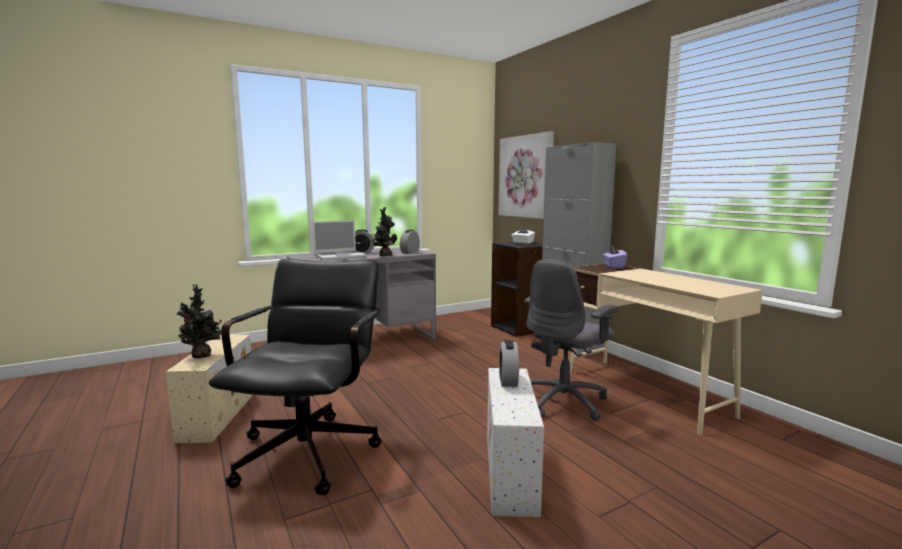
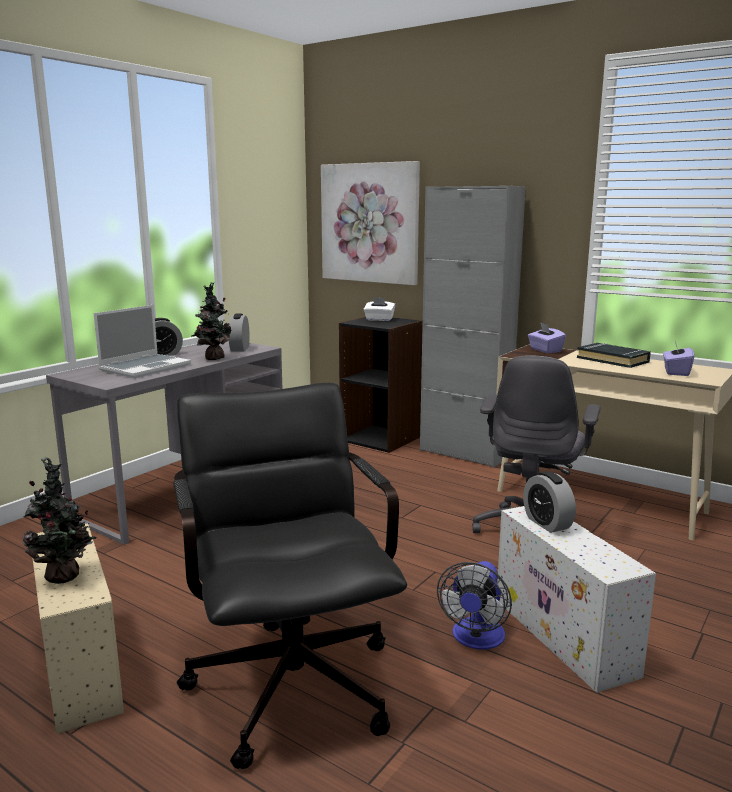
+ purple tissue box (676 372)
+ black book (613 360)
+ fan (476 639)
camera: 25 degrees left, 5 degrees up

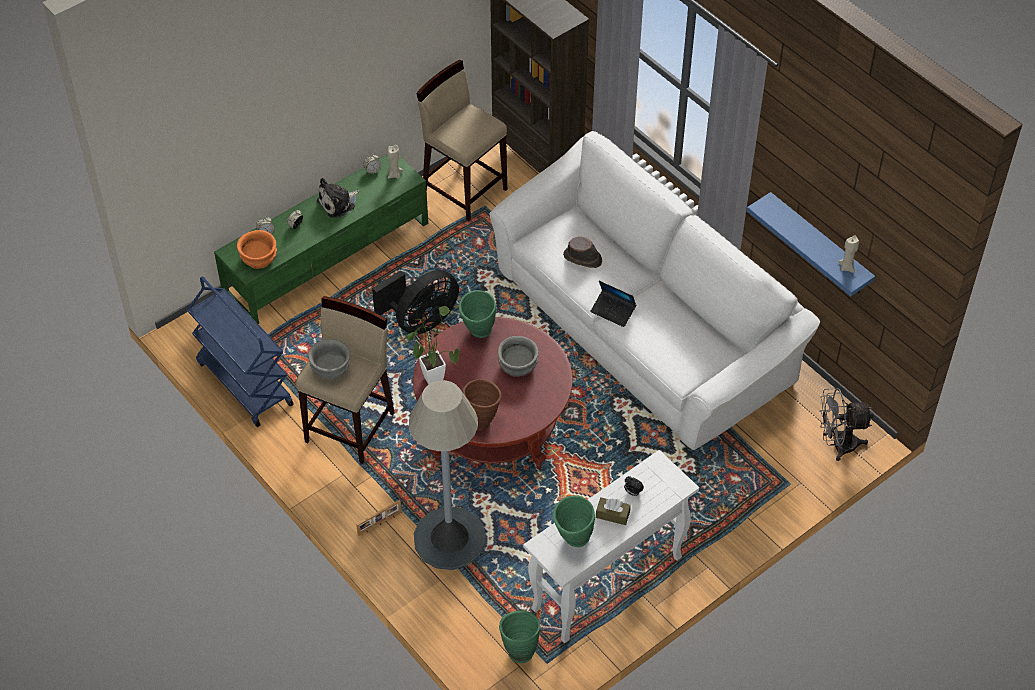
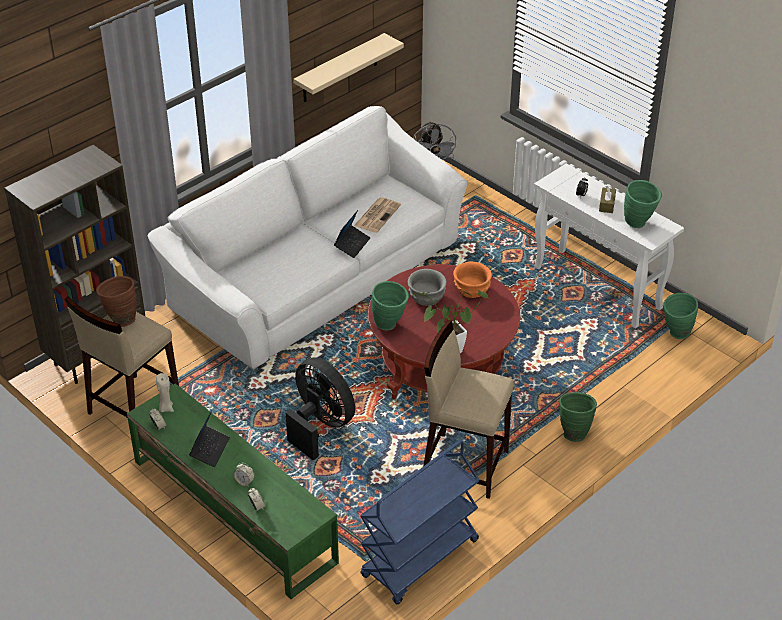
~ plush toy (338 203) to laptop (210 449)
~ blue shelf (819 245) to beige shelf (340 69)
~ orange bowl (259 258) to (471 289)
- beige candle (847 267)
- brown hat (583 258)
- grey bowl (330 368)
~ brown vase (482 419) to (120 319)
- grey floor lamp (449 539)
~ picture frame (380 524) to green vase (573 432)
+ newspaper (377 215)
camera: 95 degrees left, 10 degrees down

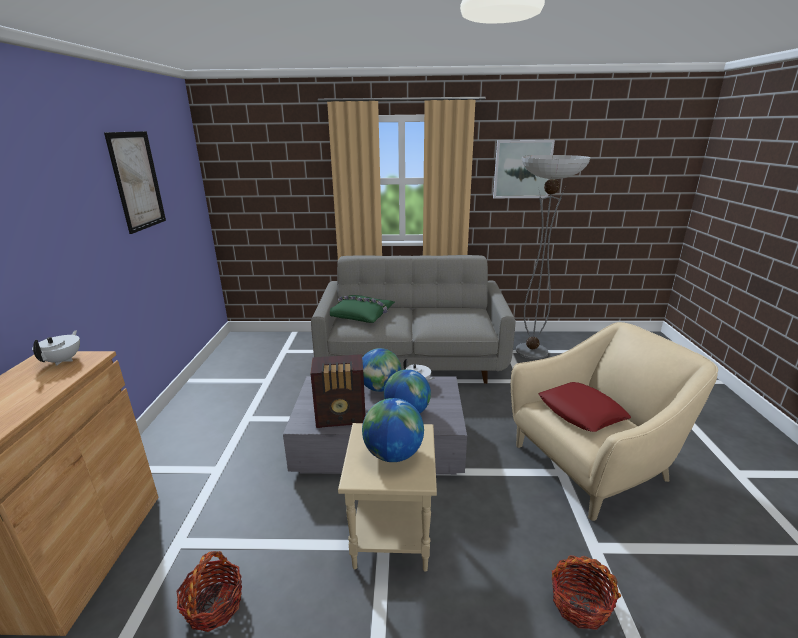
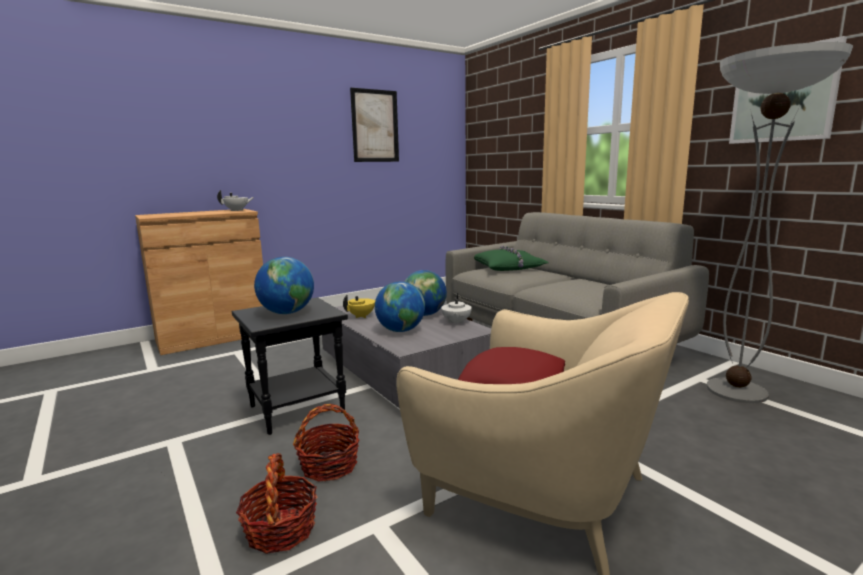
~ radio (342 417) to yellow teapot (362 316)
~ beige side table (390 535) to black side table (297 408)
~ basket (214 605) to (329 465)
camera: 55 degrees right, 10 degrees down

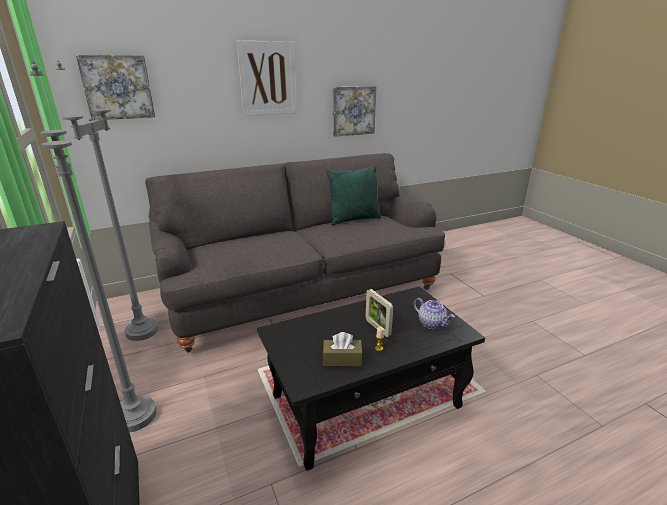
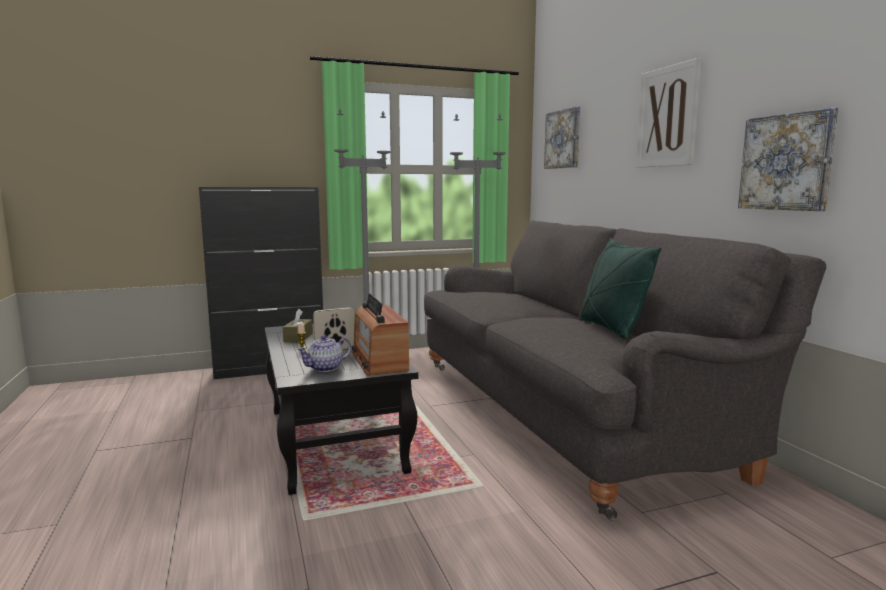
+ radio (379 361)
camera: 95 degrees right, 15 degrees down

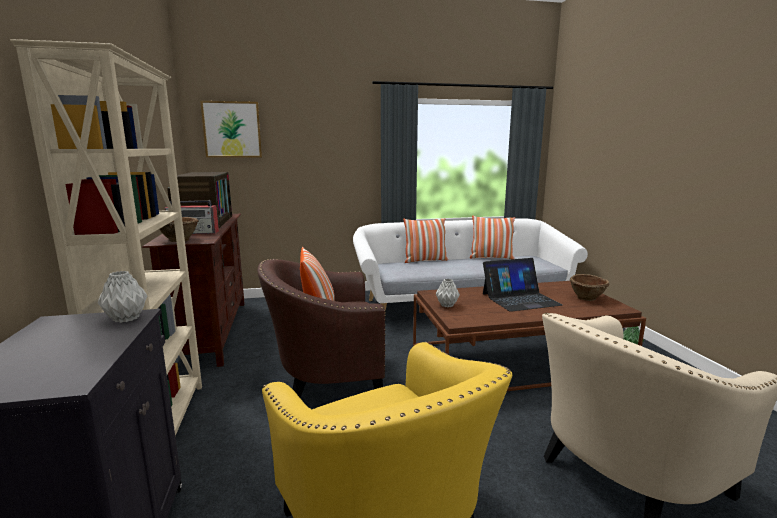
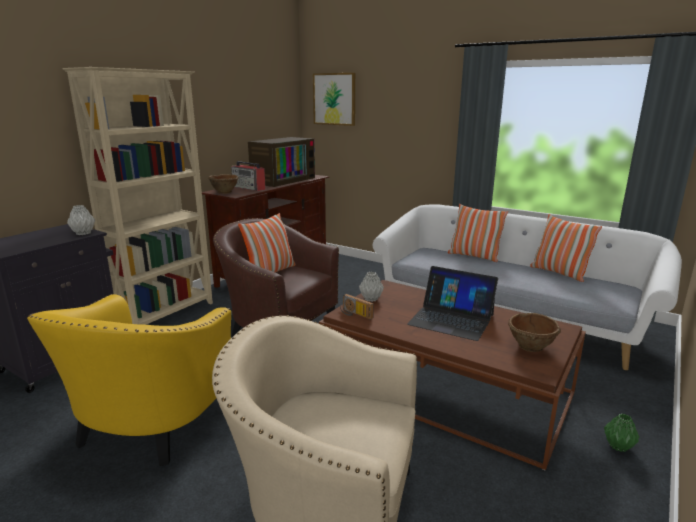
+ radio (354 314)
camera: 45 degrees right, 5 degrees up

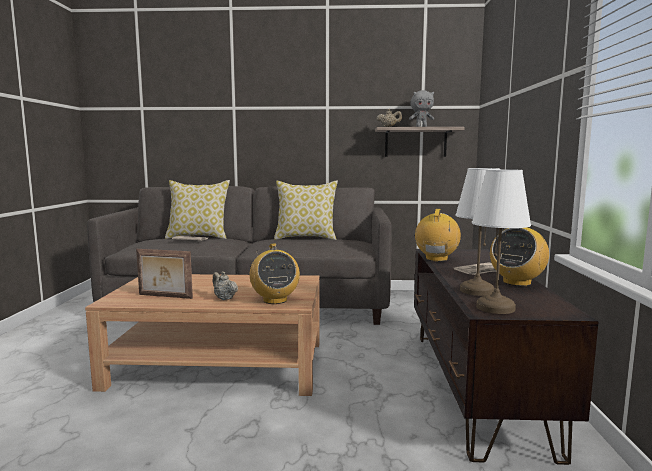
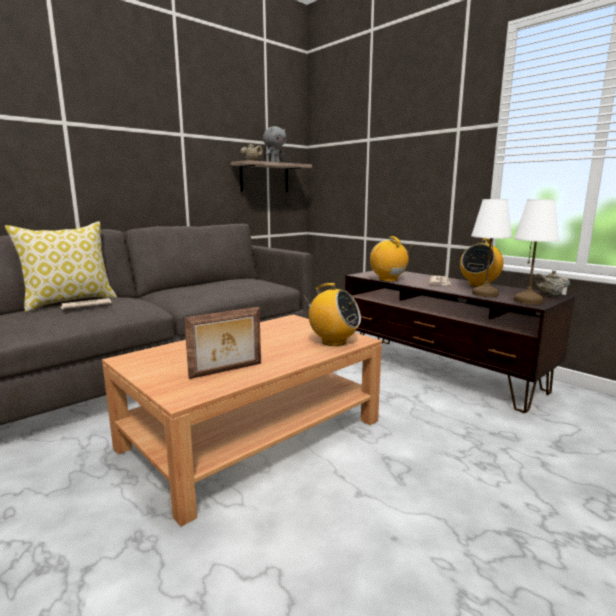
- pillow (306 238)
~ radio (516 282) = (479 285) 45 degrees clockwise
~ beige teapot (224 298) to (549 295)
camera: 45 degrees left, 5 degrees up

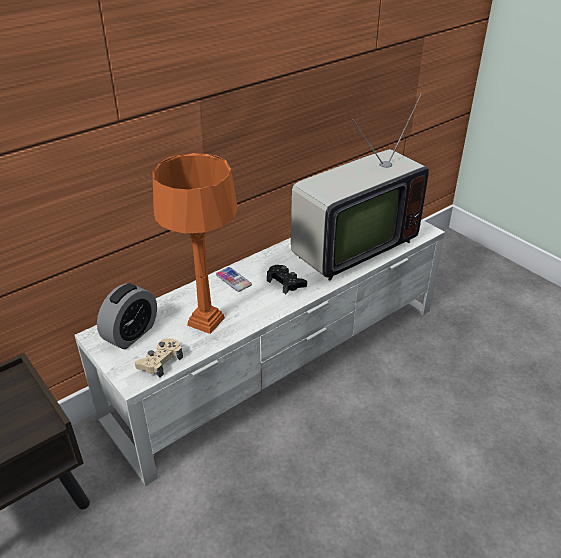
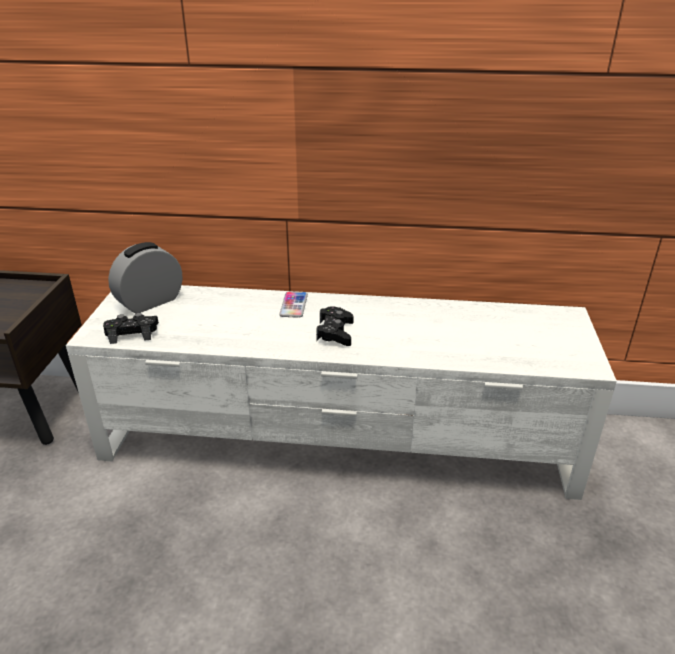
- television (349 247)
- orange table lamp (206 321)
~ alarm clock (131 334) = (150 302) 150 degrees clockwise
~ beige game controller (160 361) to black game controller (132 333)
camera: 45 degrees right, 5 degrees down

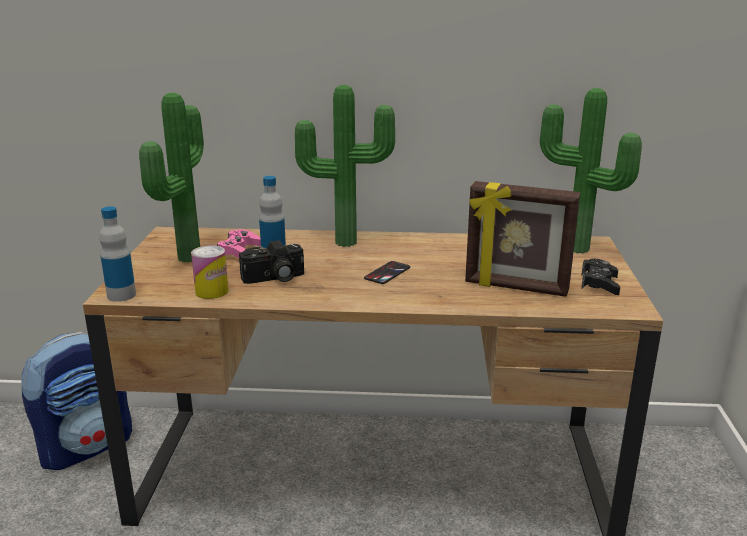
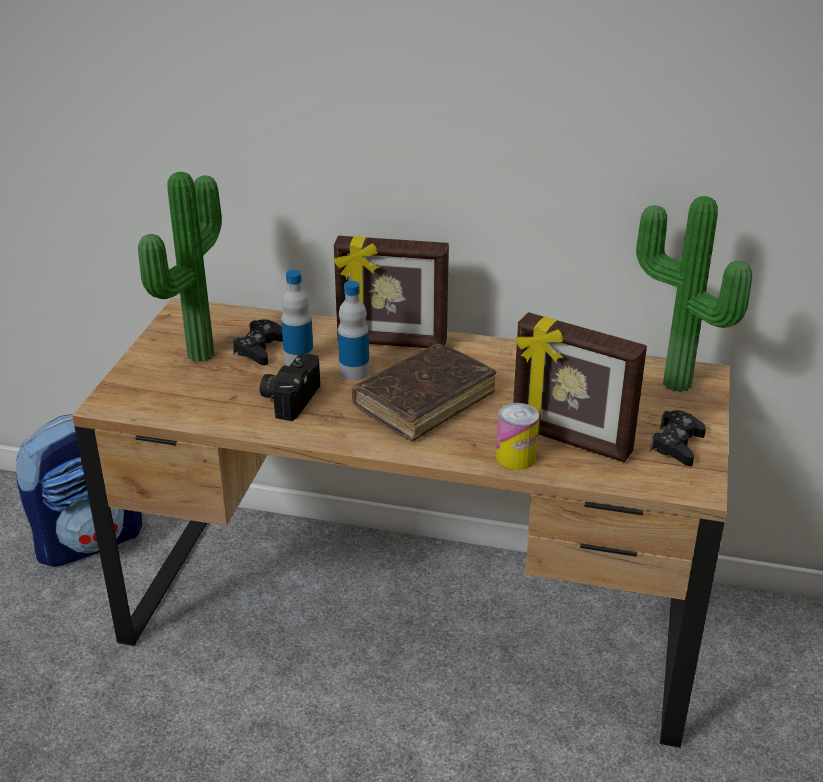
~ potted plant (346 241) to picture frame (392 343)
~ bottle (121 295) to (354 372)
~ pink game controller (239 251) to black game controller (260 349)
~ photo camera (274 279) = (290 398) 120 degrees clockwise
~ can (212 291) to (515 457)
~ phone (387 273) to brown book (424 402)
camera: 10 degrees right, 10 degrees up

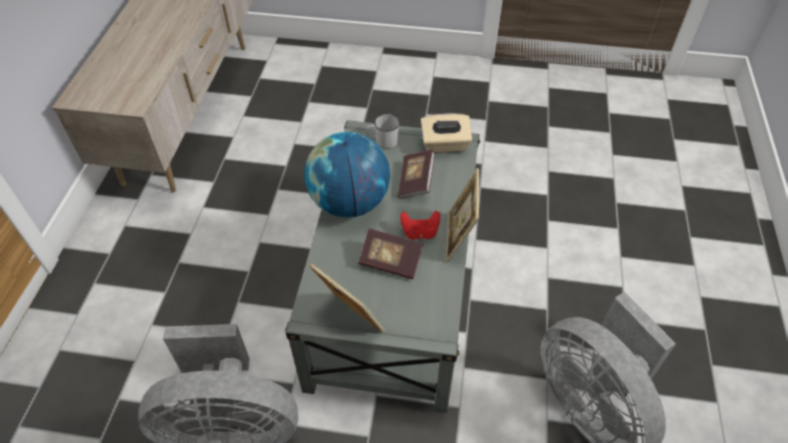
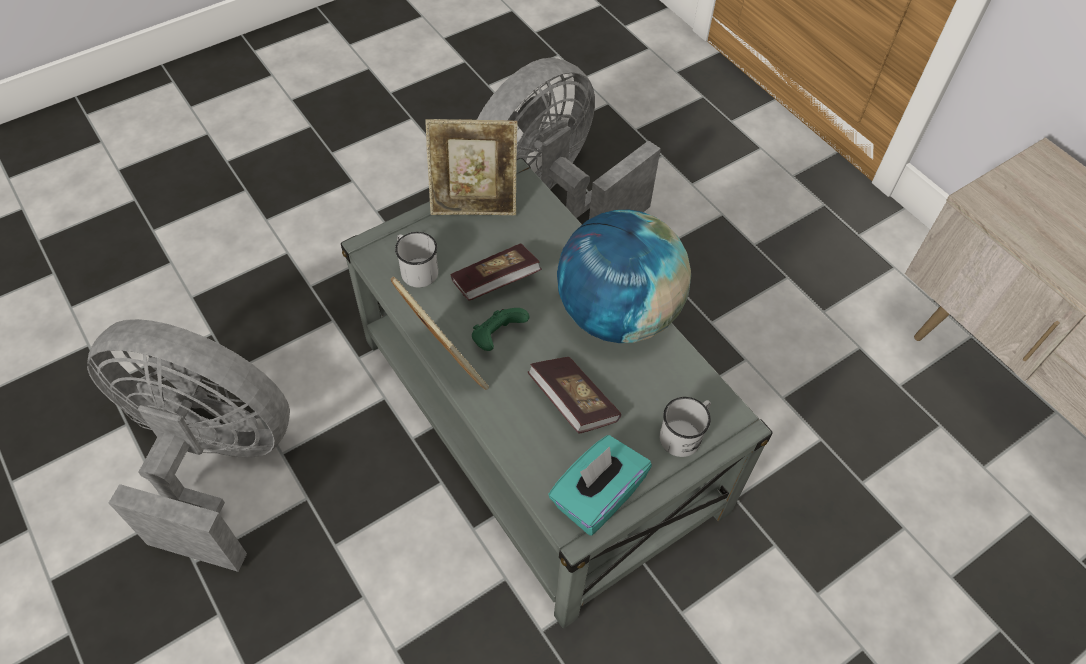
~ beige tissue box (445 145) to turquoise tissue box (596 496)
~ red game controller (420 233) to green game controller (497 338)
+ white mug (416 269)
camera: 135 degrees right, 5 degrees up

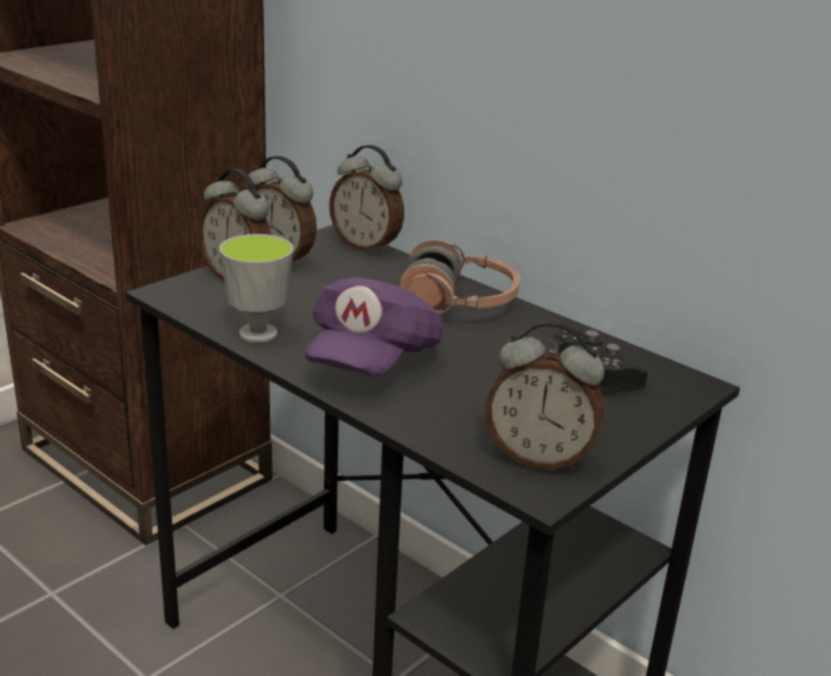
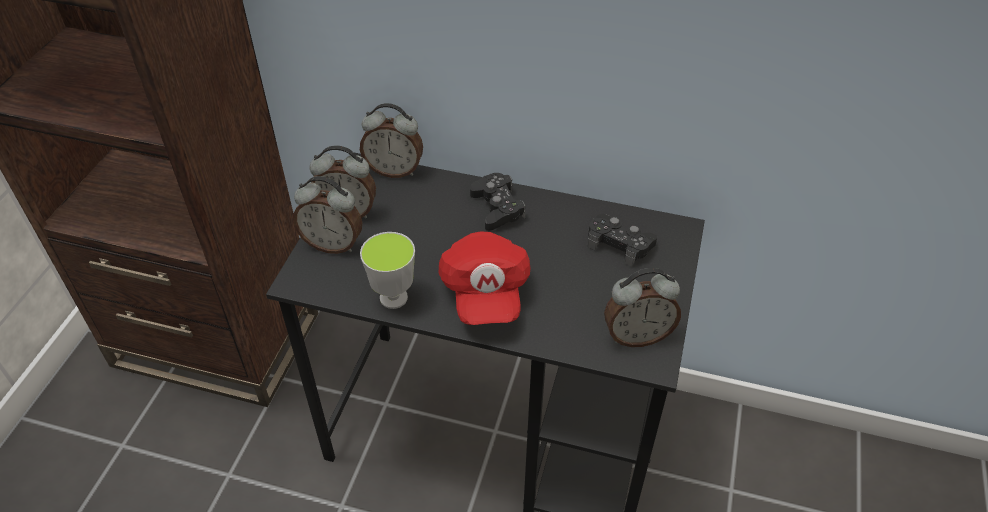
~ headphones (459 302) to black game controller (497 207)
~ purple cap (372 361) to red cap (485 292)
camera: 25 degrees left, 20 degrees up

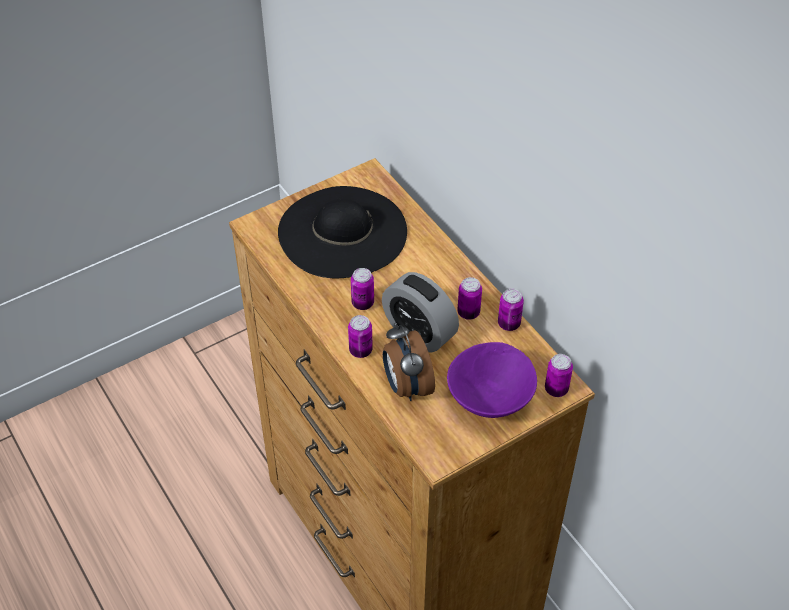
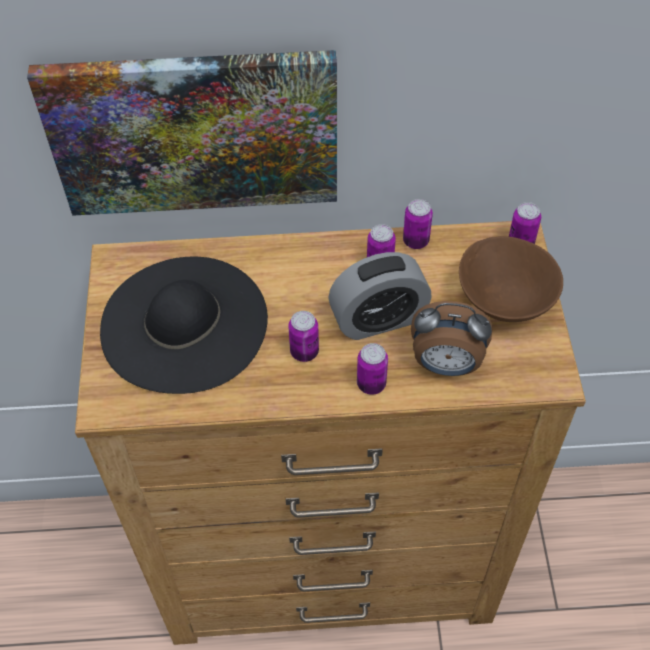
~ purple bowl (491 399) to brown bowl (504 301)
+ picture (195 132)
camera: 60 degrees left, 5 degrees up

